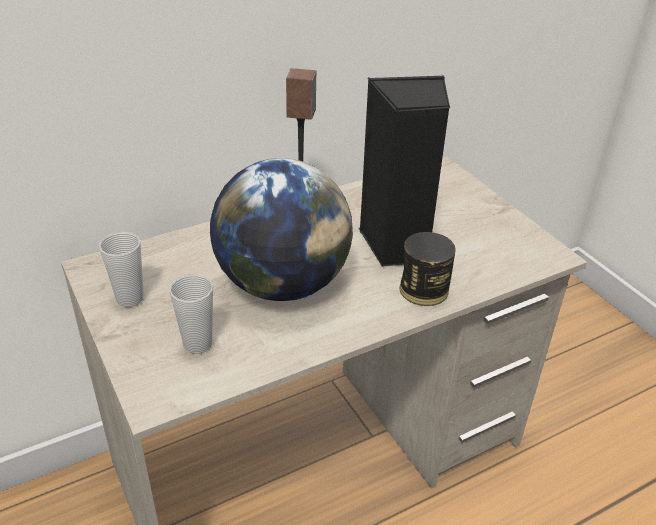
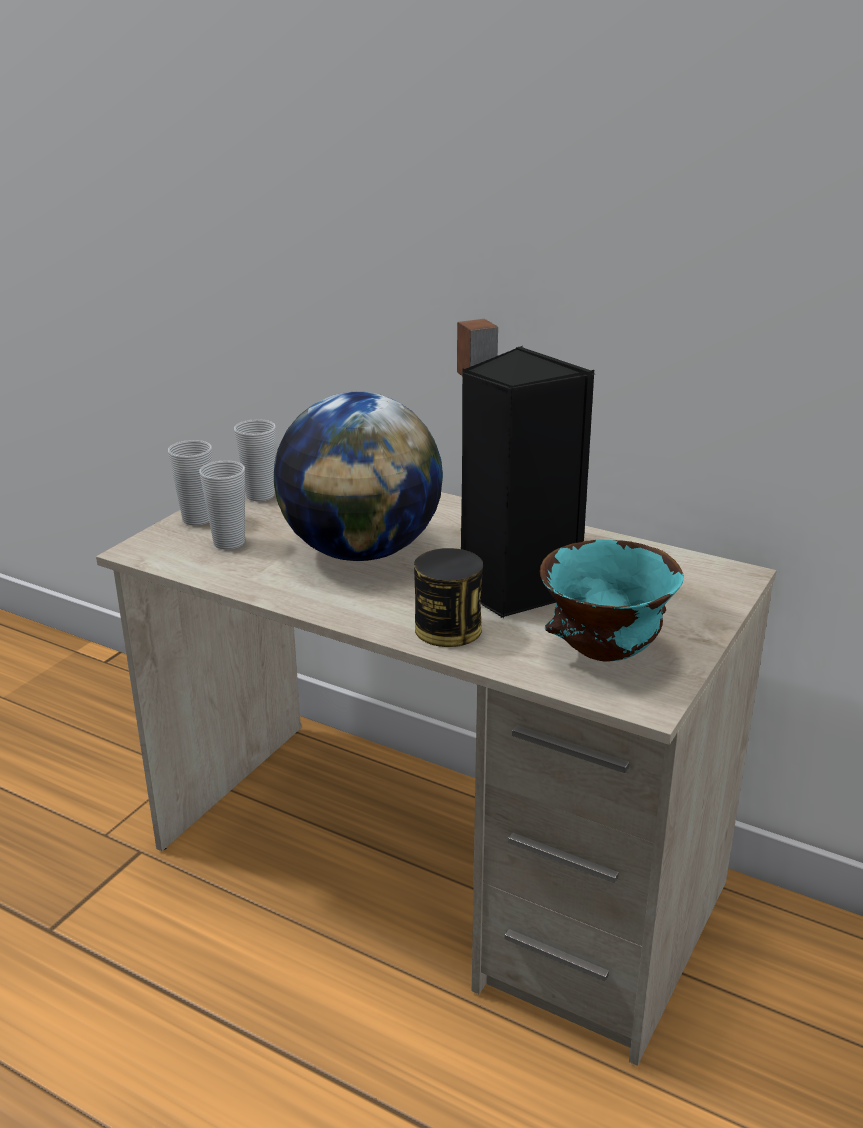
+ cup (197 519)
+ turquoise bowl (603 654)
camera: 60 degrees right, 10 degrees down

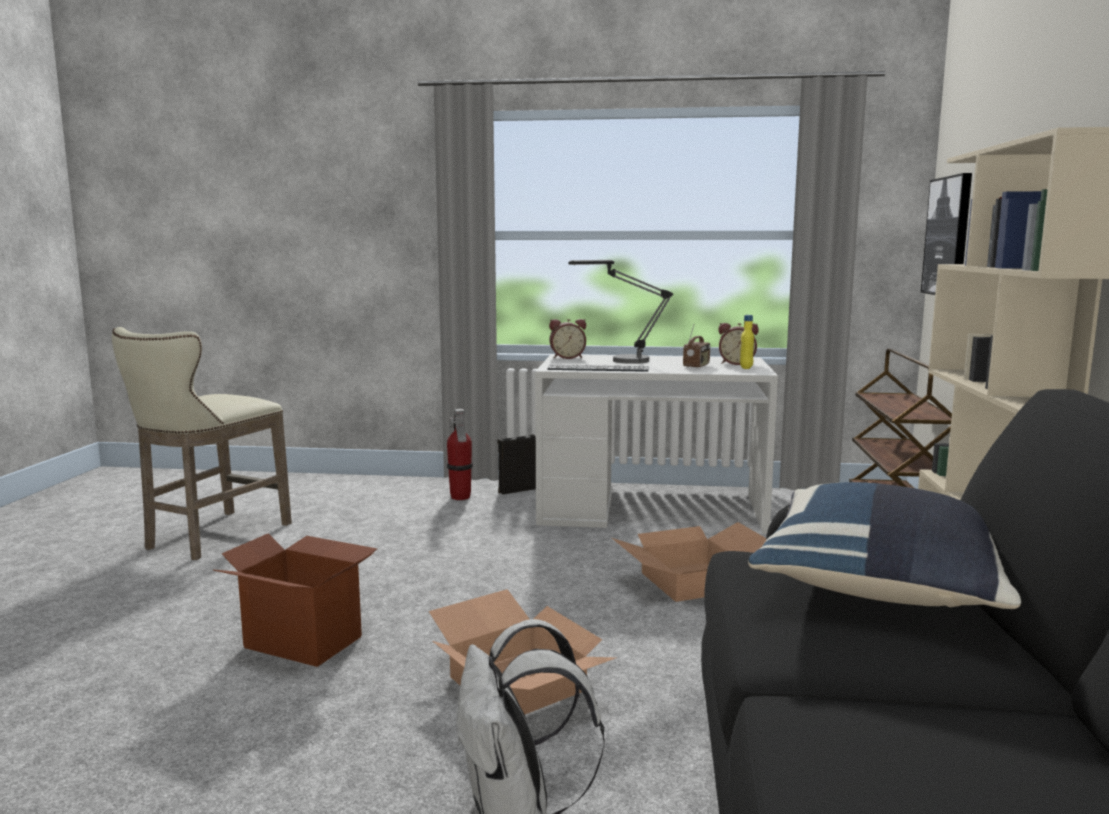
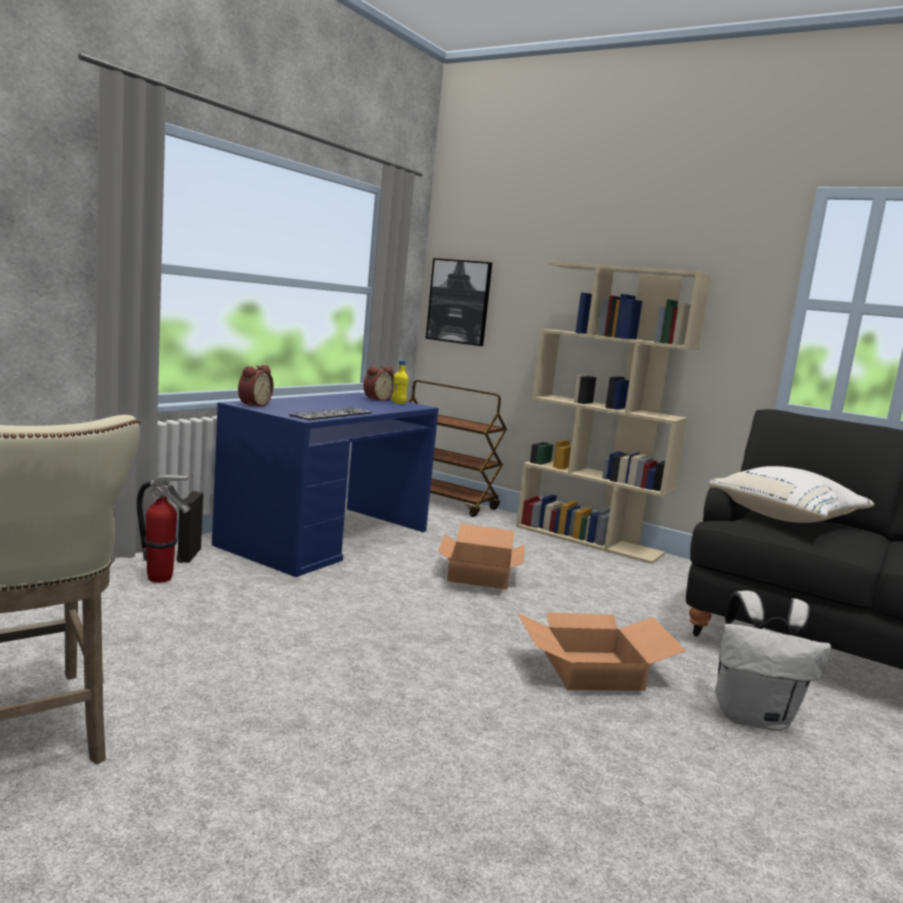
- table lamp (621 361)
- radio (697 366)
~ white desk (651 509) to blue desk (326 537)
~ blue pillow (882 589) to white pillow (787 518)
- cardboard box (304 641)
camera: 65 degrees left, 0 degrees up

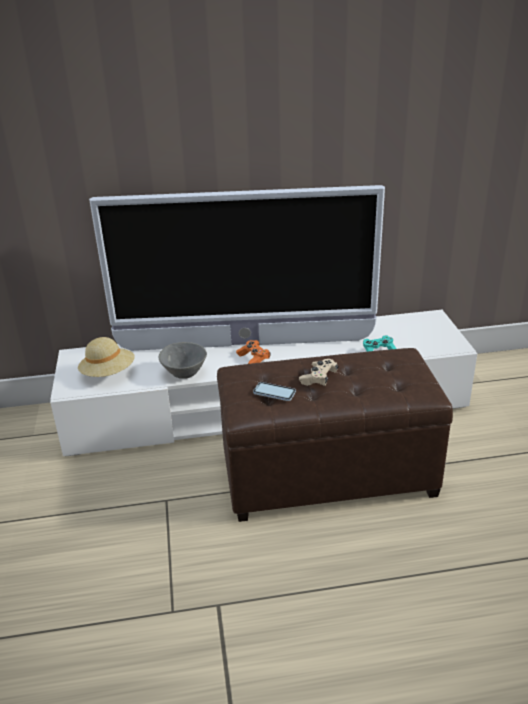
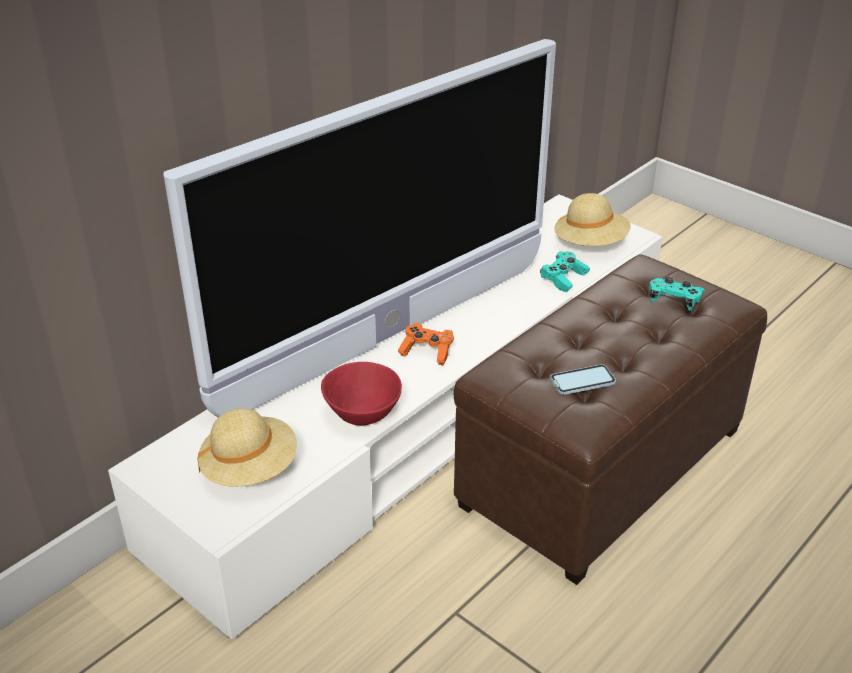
~ grey bowl (183 374) to red bowl (362 416)
- beige game controller (318 378)
+ beige hat (590 243)
+ turquoise game controller (674 300)
camera: 40 degrees left, 5 degrees up

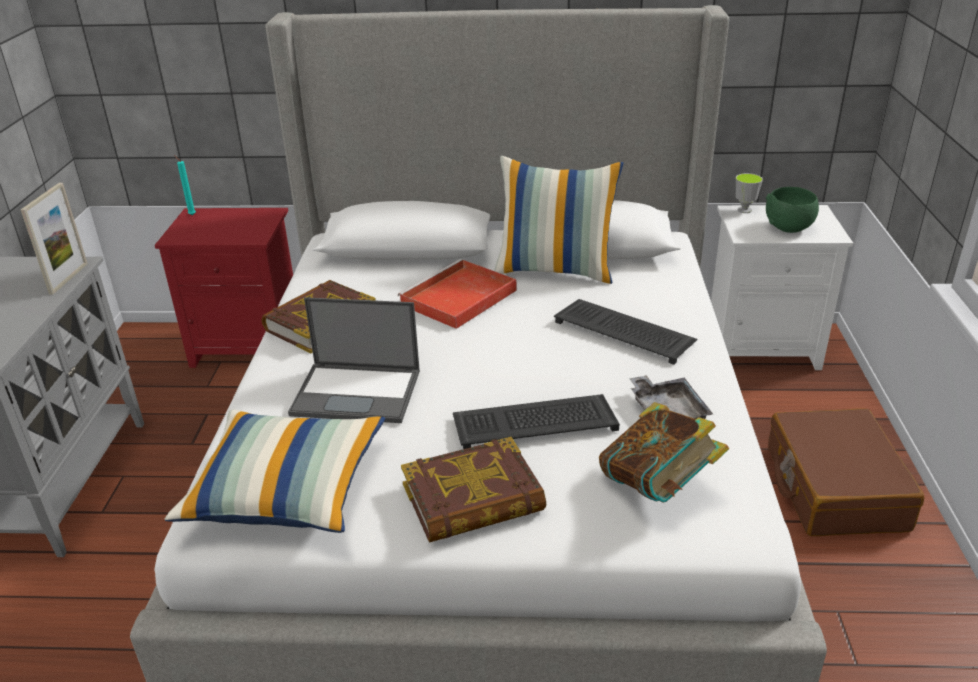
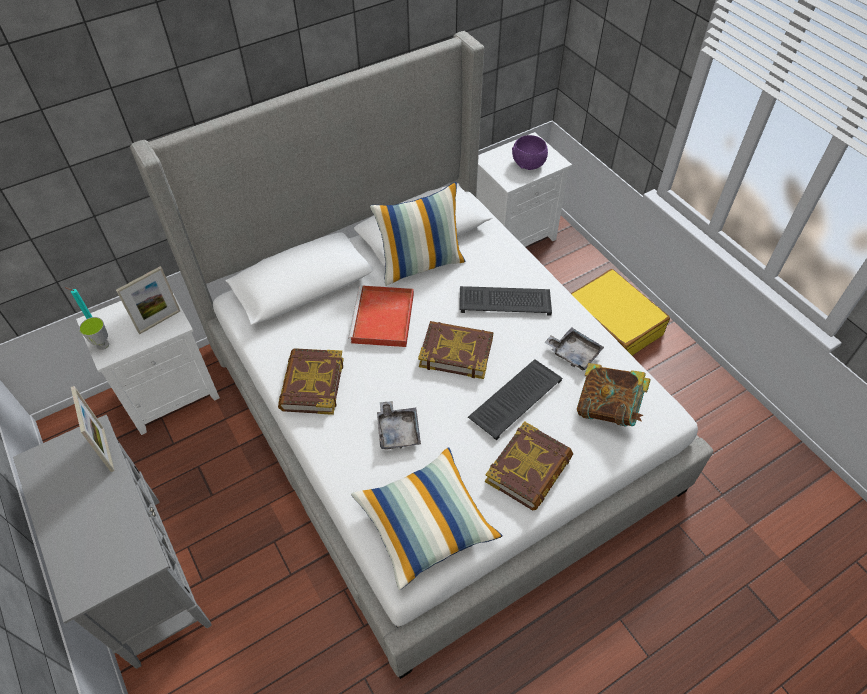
~ cup (744 210) to (102 345)
~ green bowl (789 228) to purple bowl (529 164)
~ red nightstand (250 346) to white nightstand (171 392)
~ laptop (358 392) to grey tray (398 431)
~ brown suitcase (834 488) to yellow suitcase (612 325)
+ picture frame (159 321)
+ book (456 352)
camera: 35 degrees left, 20 degrees up

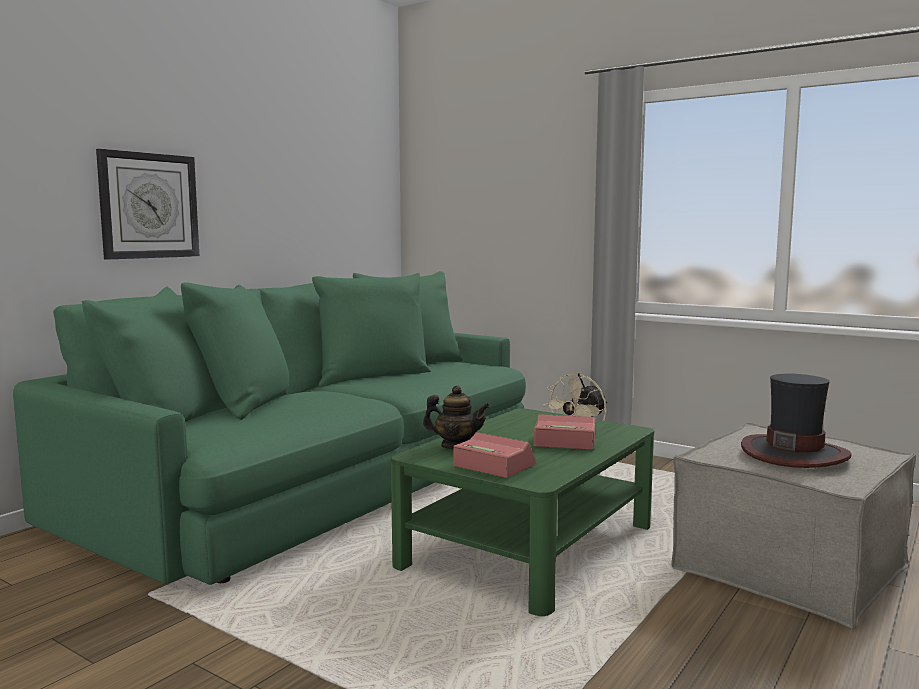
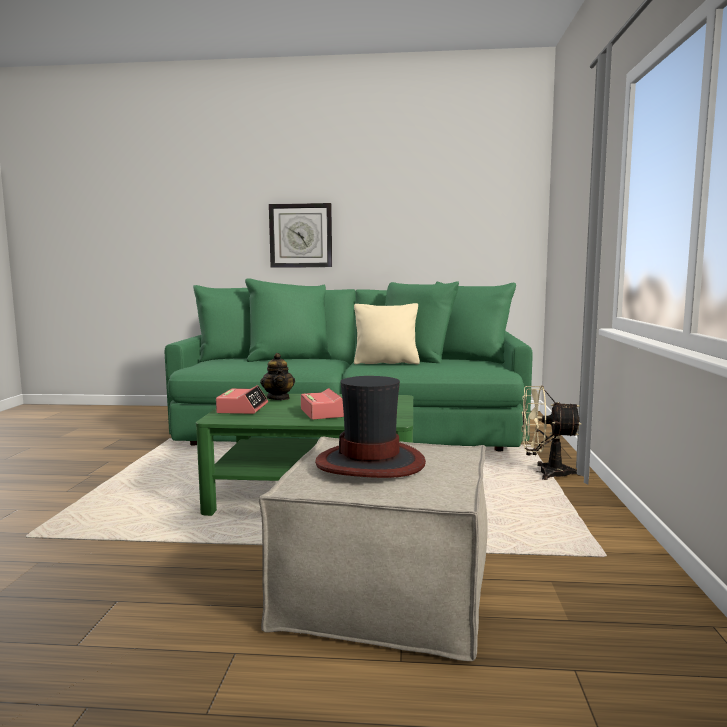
+ beige pillow (386 363)
camera: 60 degrees right, 0 degrees up

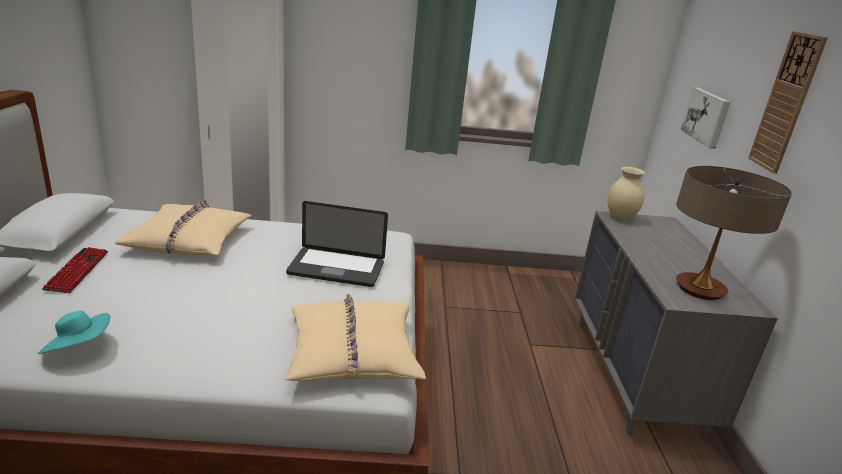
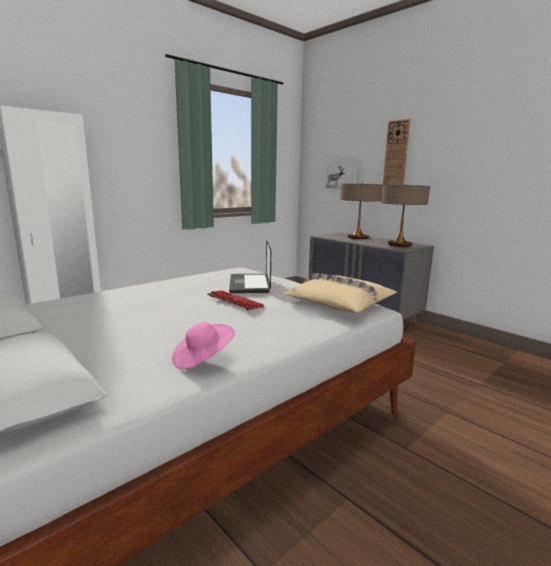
- beige vase (620 218)
- beige pillow (189 240)
~ laptop (336 268) = (249 284) 120 degrees clockwise
~ keyboard (77 271) to (234 301)
~ turquoise hat (79 348) to pink hat (202 359)
+ table lamp (357 237)
camera: 40 degrees left, 10 degrees down

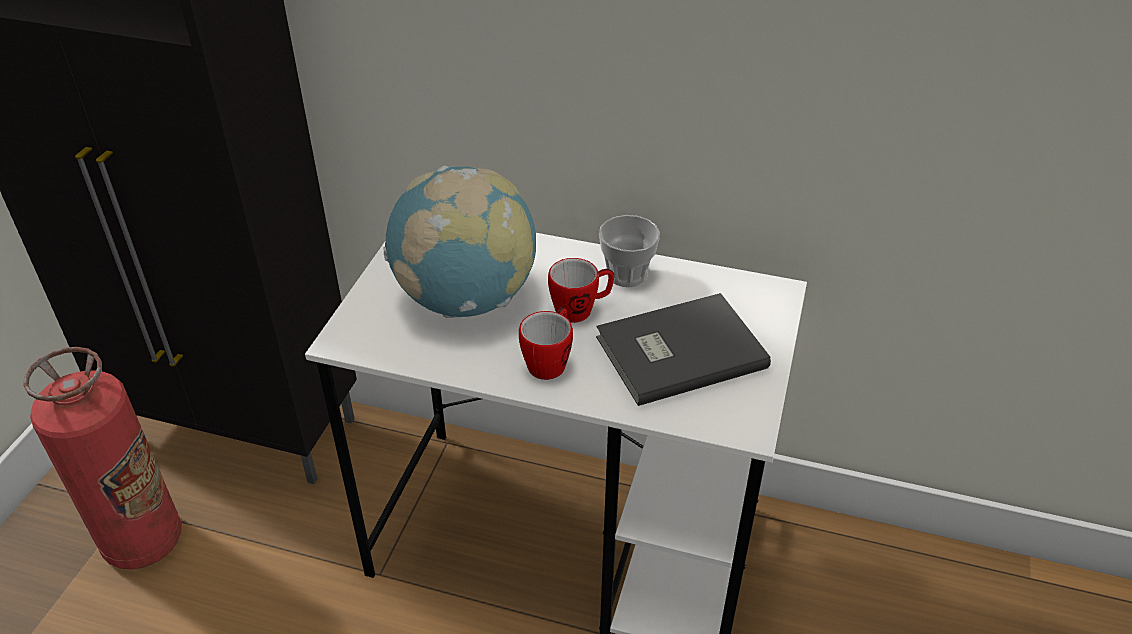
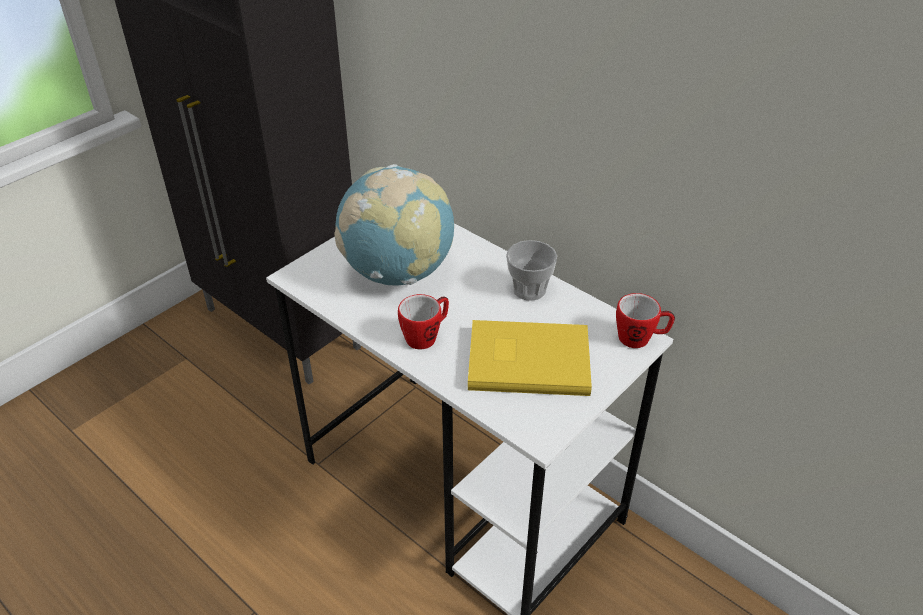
~ mug (581 310) to (640 339)
~ grey book (677 350) to yellow book (526 359)
- fire extinguisher (143 541)
camera: 25 degrees right, 0 degrees up

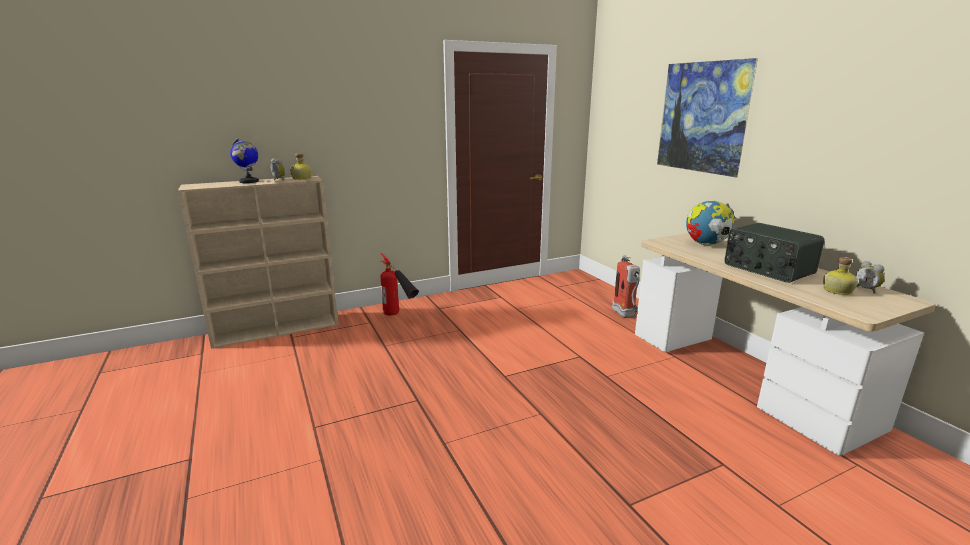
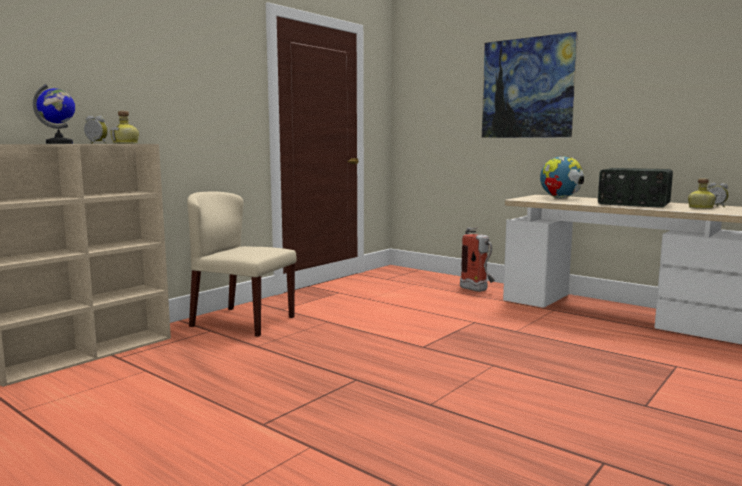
~ fire extinguisher (399 317) to beige chair (242 321)
camera: 25 degrees left, 10 degrees down

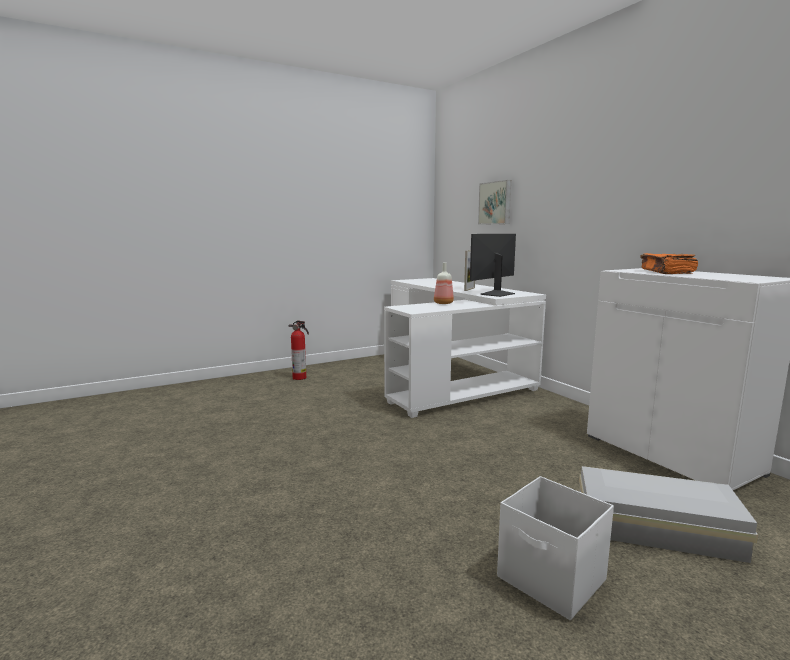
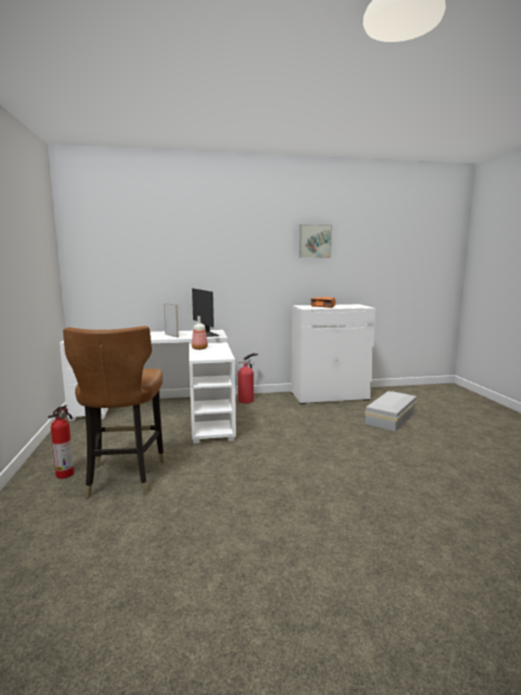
~ picture (495 203) to (314 241)
- white storage box (552 580)
+ brown chair (124 477)
+ fire extinguisher (247 400)
camera: 70 degrees left, 0 degrees up

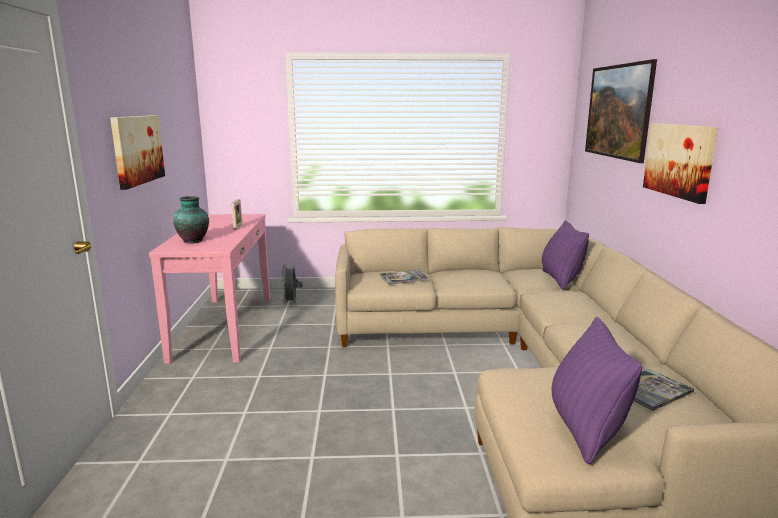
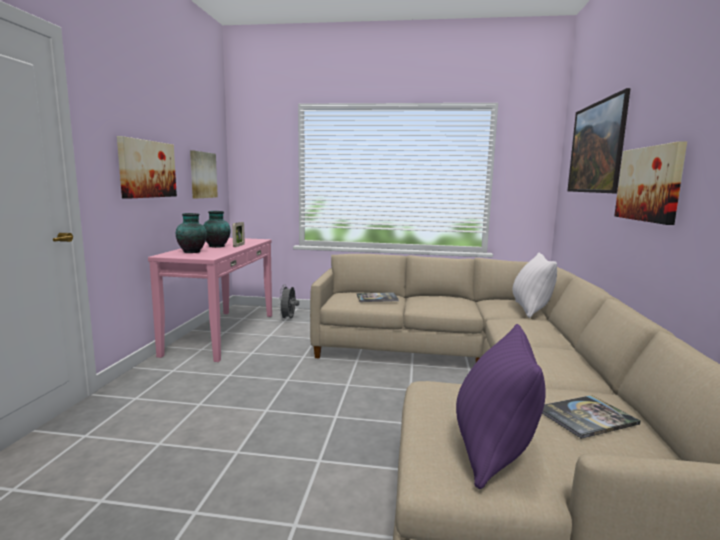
~ purple pillow (560 280) to white pillow (530 310)
+ picture (202 175)
+ vase (217 246)
camera: 10 degrees right, 5 degrees down

